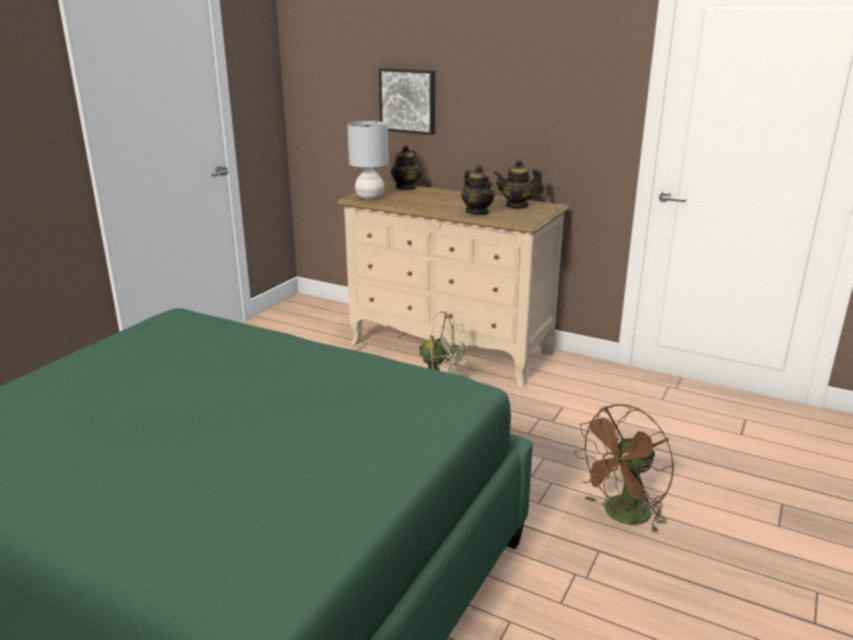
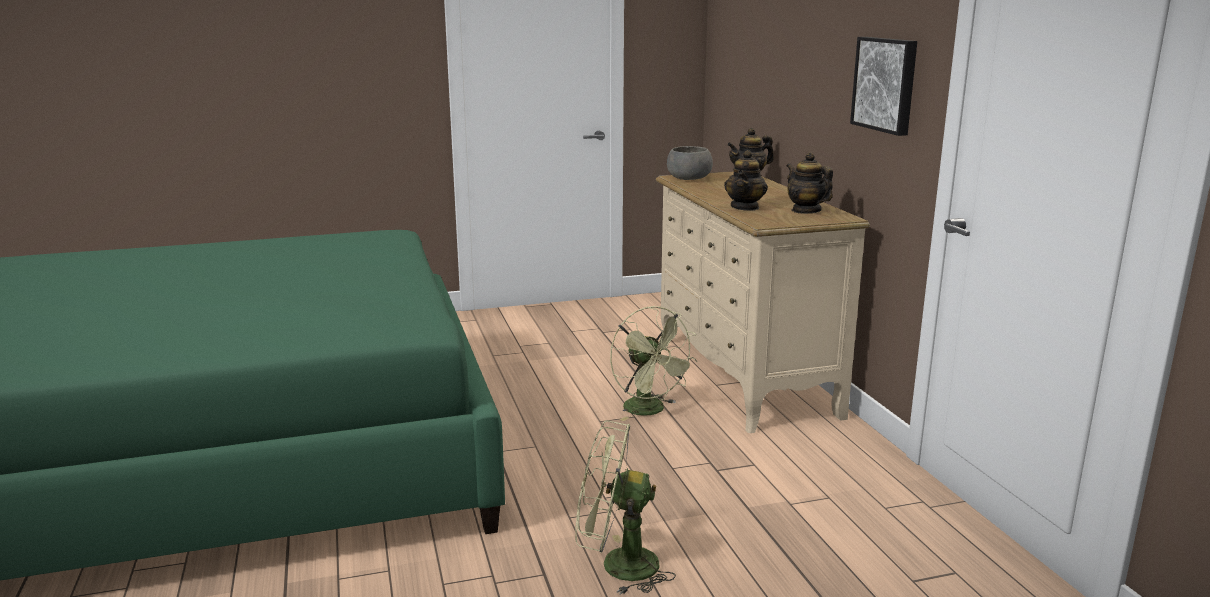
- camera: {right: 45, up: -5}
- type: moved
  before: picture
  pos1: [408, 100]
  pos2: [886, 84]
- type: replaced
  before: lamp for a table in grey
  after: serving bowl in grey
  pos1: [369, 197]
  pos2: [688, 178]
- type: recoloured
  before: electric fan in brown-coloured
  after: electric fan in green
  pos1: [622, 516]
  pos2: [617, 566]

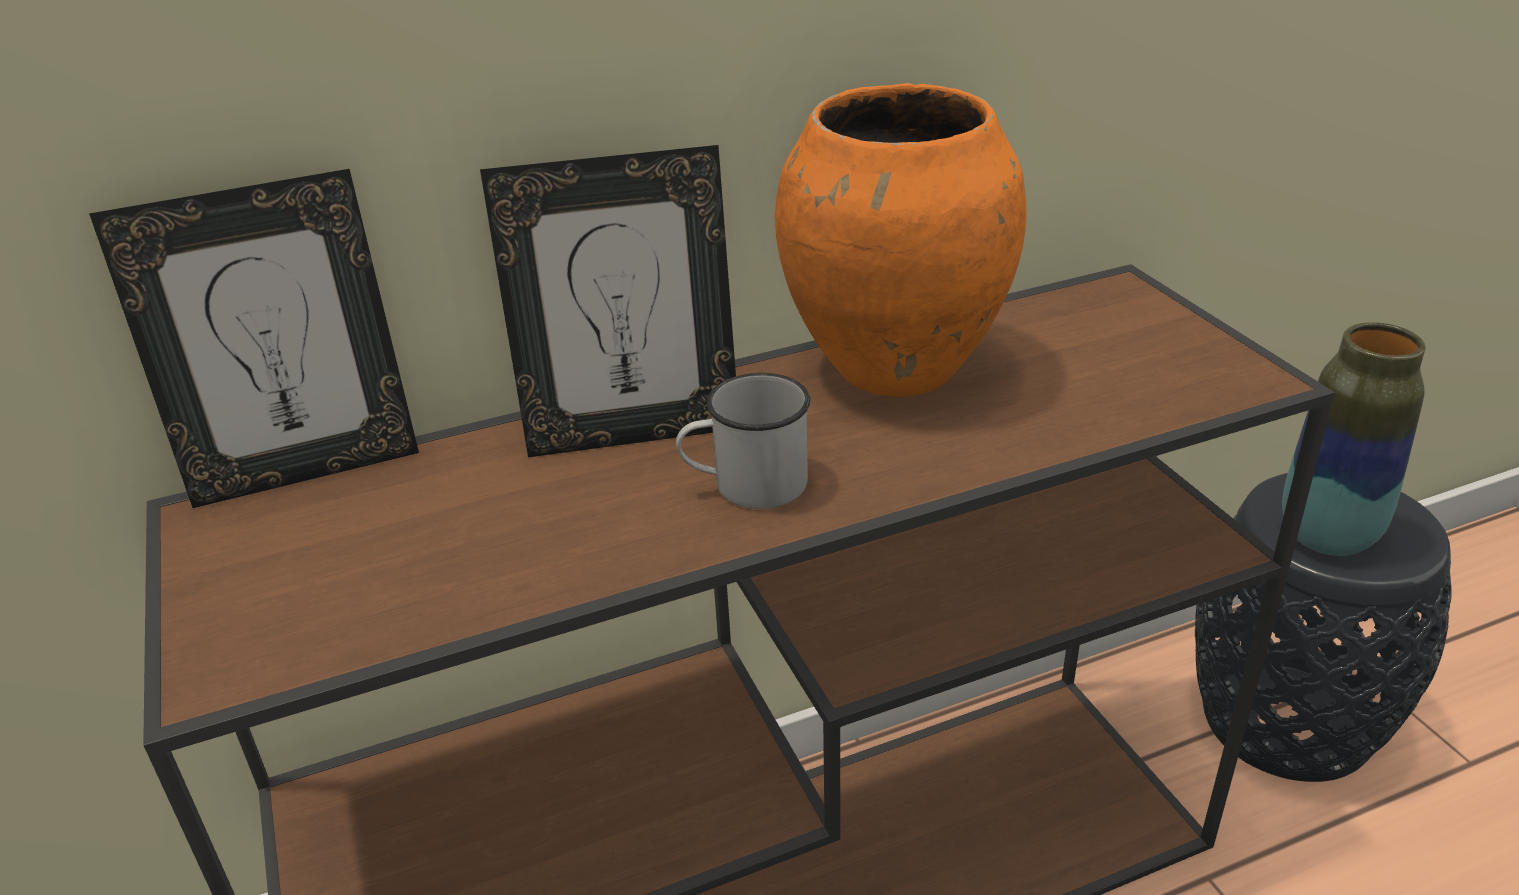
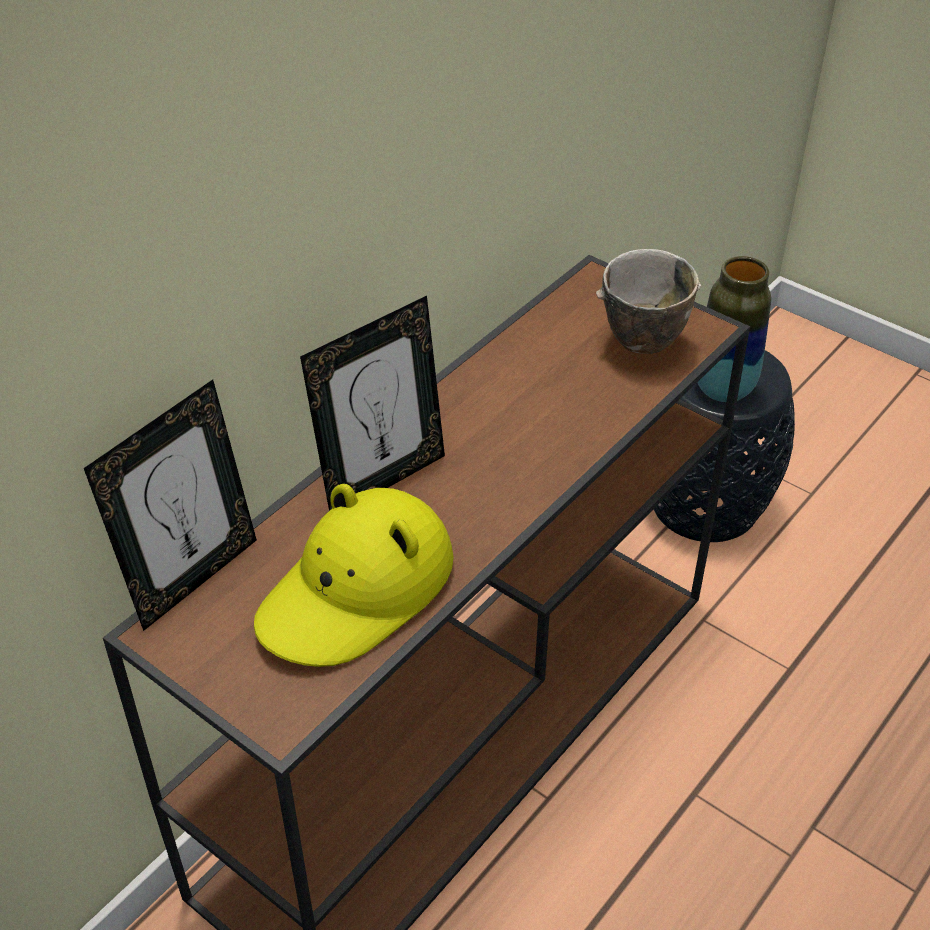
- camera: {right: -30, up: 10}
- type: removed
  before: tea mug in white-coloured
  pos1: [746, 485]
- type: removed
  before: vase in orange-coloured
  pos1: [896, 370]
- type: added
  after: wearable hat in yellow
  pos2: [357, 591]
- type: added
  after: serving bowl
  pos2: [638, 344]

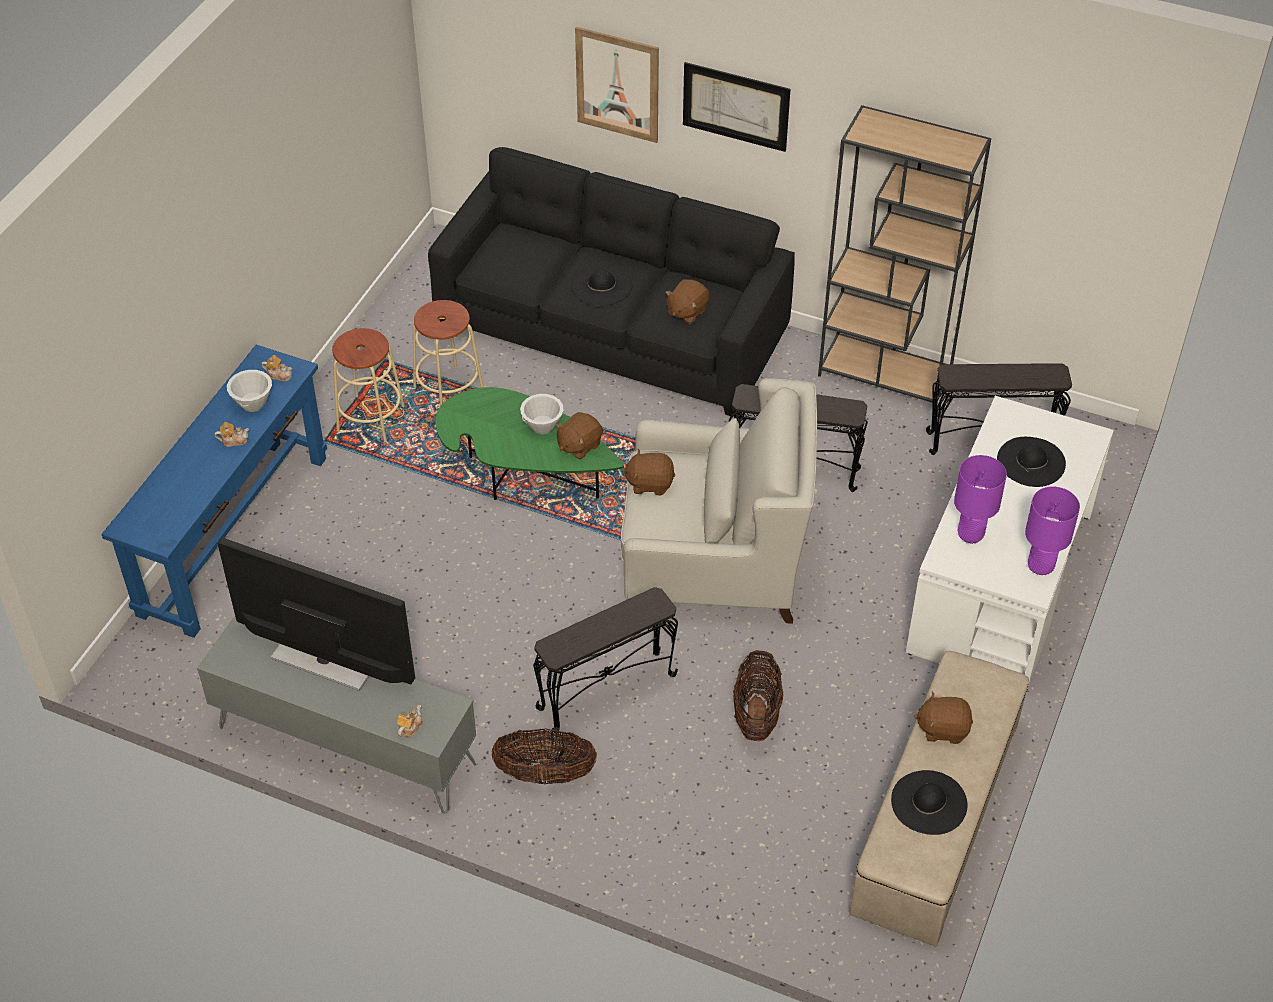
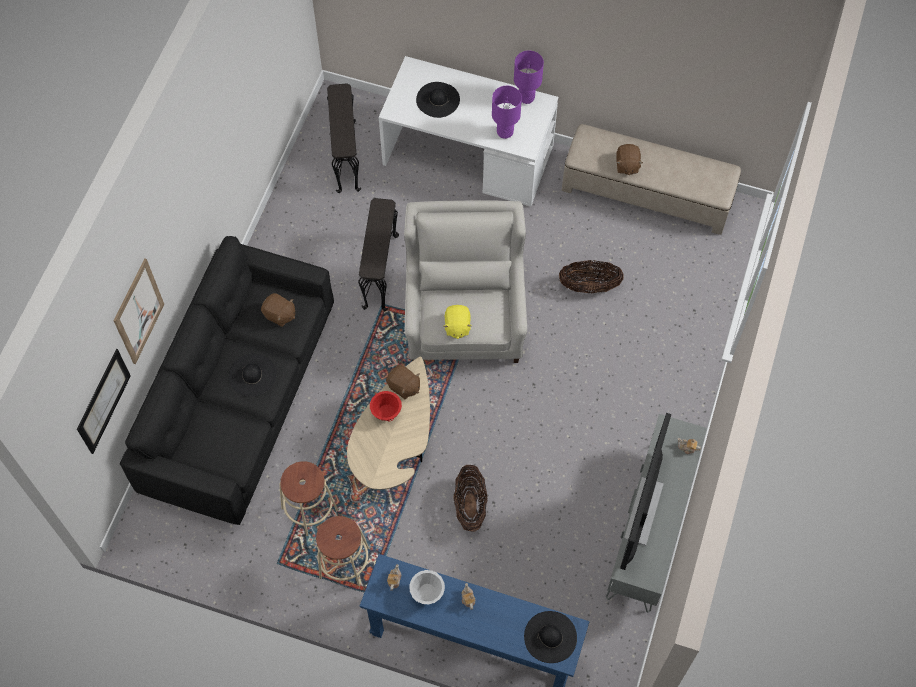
- camera: {right: -95, up: 15}
- type: removed
  before: side table in black-coloured
  pos1: [607, 692]
- type: removed
  before: shelving unit
  pos1: [885, 375]
- type: moved
  before: basket
  pos1: [545, 774]
  pos2: [470, 505]
- type: moved
  before: picture
  pos1: [735, 106]
  pos2: [103, 401]
- type: moved
  before: wearable hat in black-coloured
  pos1: [929, 802]
  pos2: [550, 637]
- type: recoloured
  before: lounge table in green
  after: lounge table in sand-coloured
  pos1: [522, 473]
  pos2: [394, 445]
- type: recoloured
  before: serving bowl in white-coloured
  after: serving bowl in red-coloured
  pos1: [542, 426]
  pos2: [386, 413]
- type: recoloured
  before: cuddly toy in brown-coloured
  after: cuddly toy in yellow
  pos1: [650, 483]
  pos2: [457, 326]

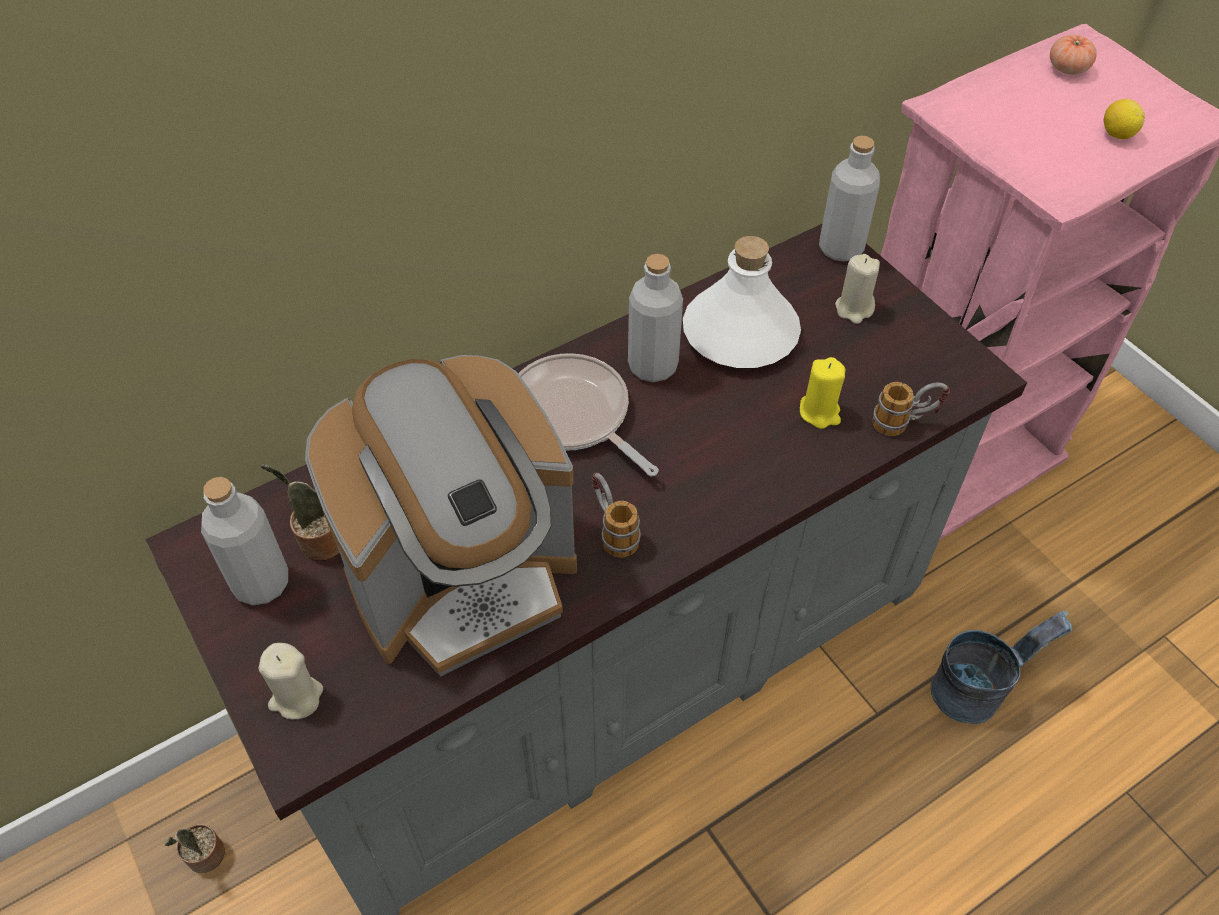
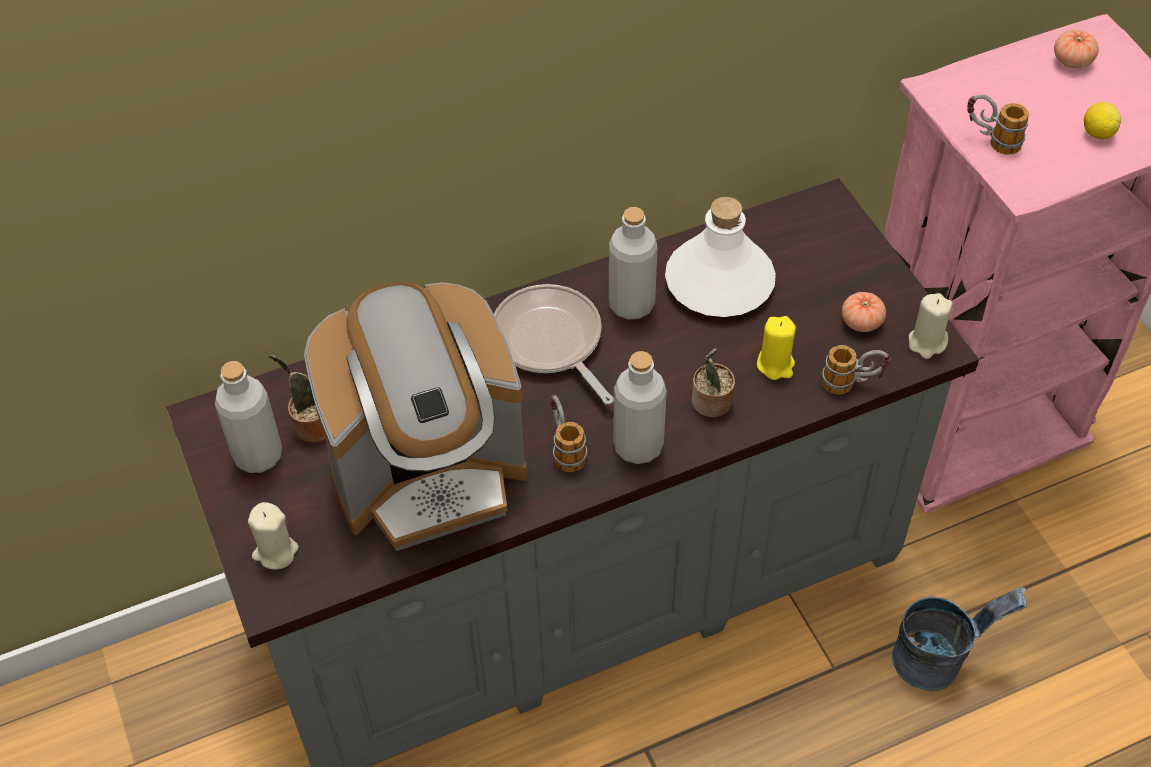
- camera: {right: 10, up: 0}
- type: added
  after: tomato
  pos2: [861, 322]
- type: added
  after: tea mug
  pos2: [991, 140]
- type: moved
  before: houseplant
  pos1: [204, 857]
  pos2: [711, 404]
- type: moved
  before: drink bottle in grey
  pos1: [840, 248]
  pos2: [638, 446]
- type: moved
  before: candle in sand-coloured
  pos1: [854, 308]
  pos2: [927, 343]

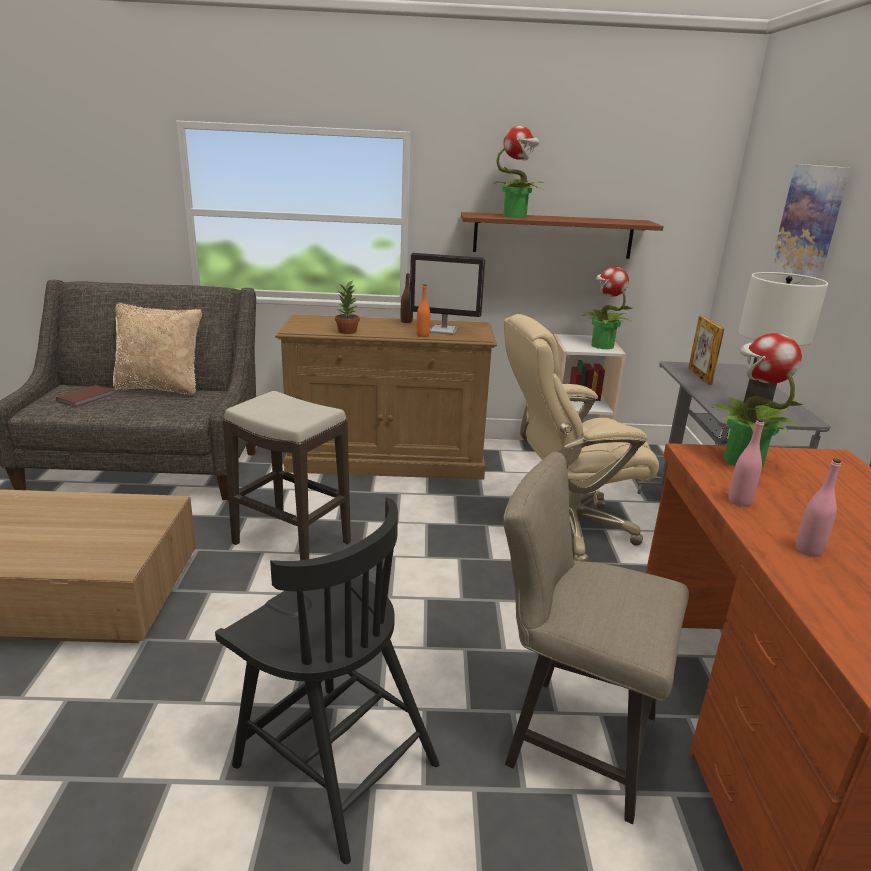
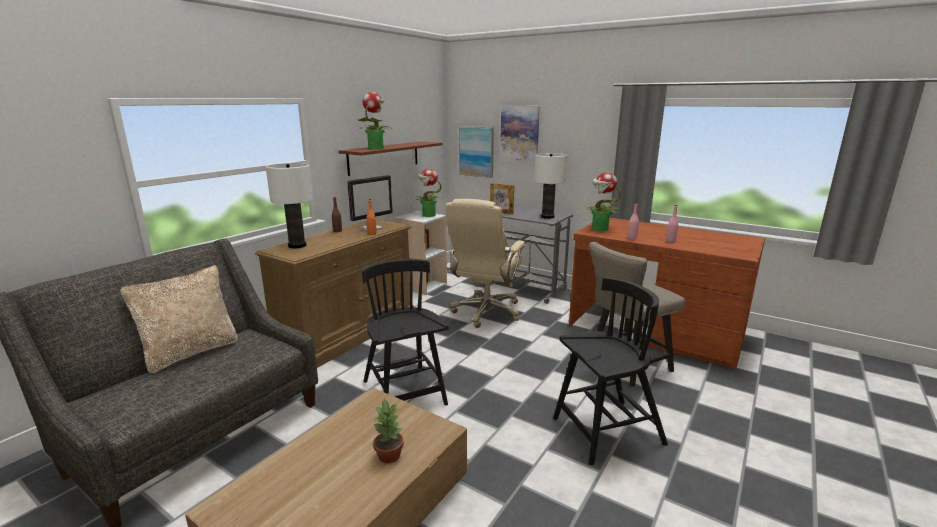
- camera: {right: -55, up: -5}
- type: removed
  before: bound book in brown-coloured
  pos1: [87, 398]
- type: added
  after: lamp for a table in white-coloured
  pos2: [297, 246]
- type: added
  after: picture
  pos2: [476, 151]
- type: moved
  before: houseplant
  pos1: [348, 331]
  pos2: [389, 455]
- type: replaced
  before: stool
  after: plain chair in black-coloured
  pos1: [292, 543]
  pos2: [405, 393]

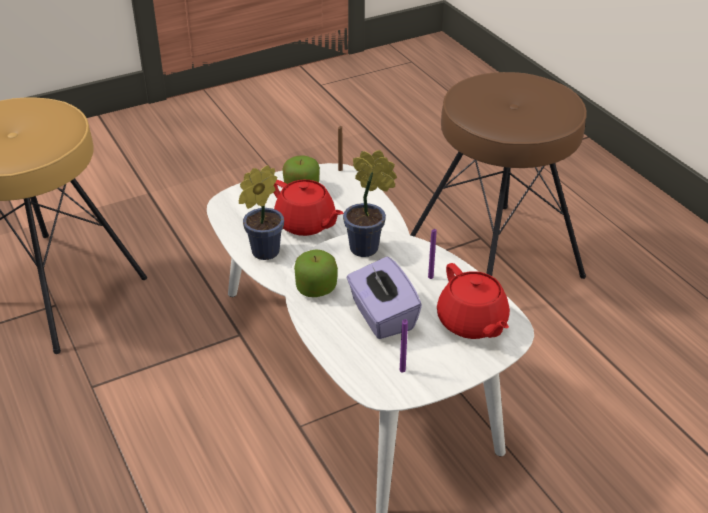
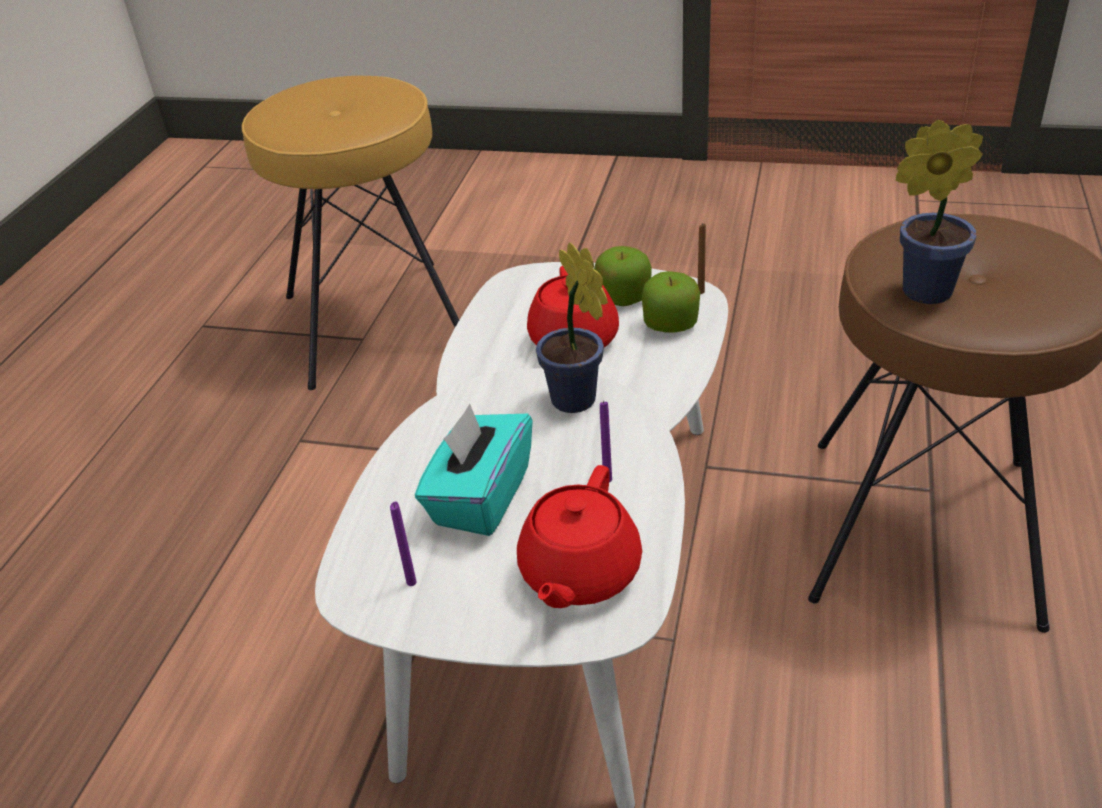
- camera: {right: 45, up: 0}
- type: moved
  before: houseplant
  pos1: [262, 253]
  pos2: [919, 291]
- type: moved
  before: whole apple
  pos1: [316, 288]
  pos2: [670, 324]
- type: recoloured
  before: tissue box in purple-coloured
  after: tissue box in blue-green
  pos1: [381, 316]
  pos2: [480, 497]

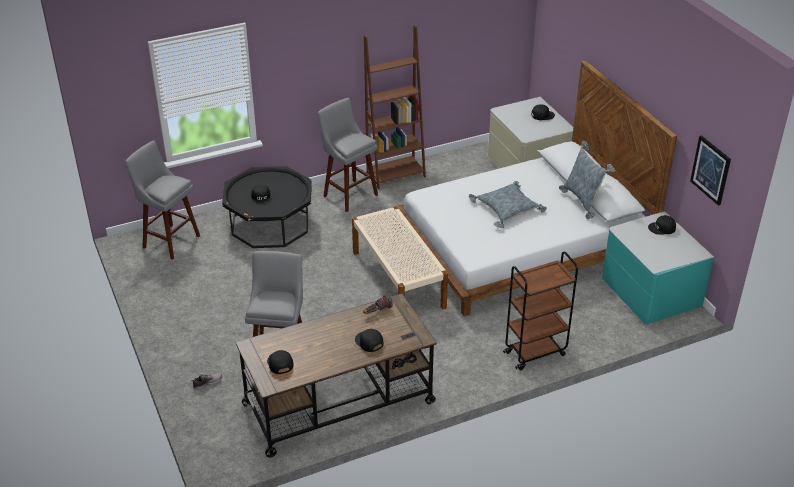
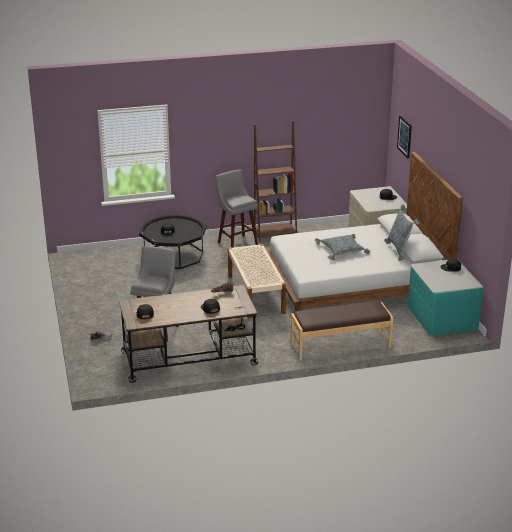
- camera: {right: 10, up: -10}
- type: removed
  before: stool in grey
  pos1: [170, 241]
- type: moved
  before: picture
  pos1: [711, 170]
  pos2: [405, 136]
- type: replaced
  before: cart in brown-coloured
  after: long seat in brown-coloured
  pos1: [535, 355]
  pos2: [340, 345]

